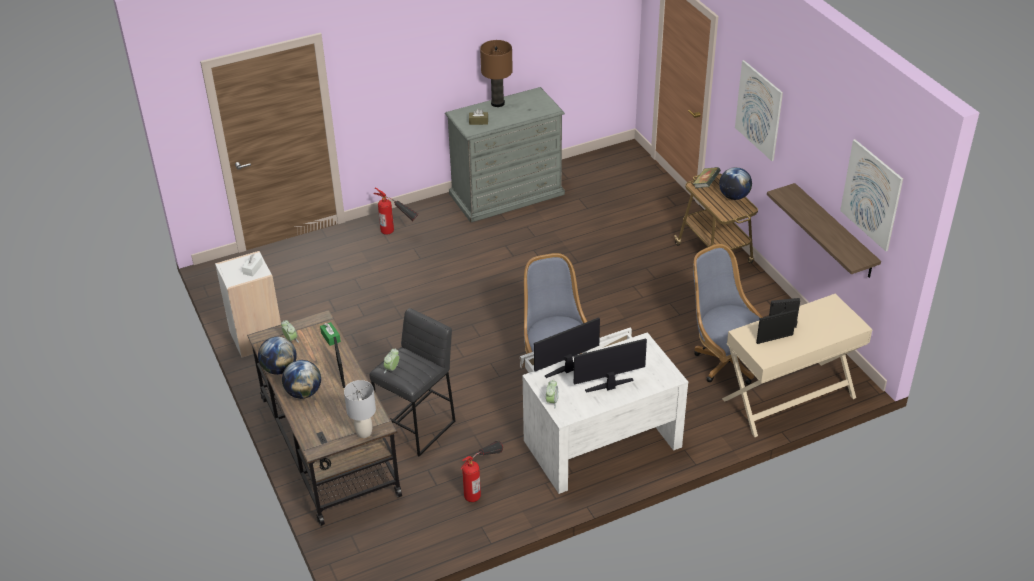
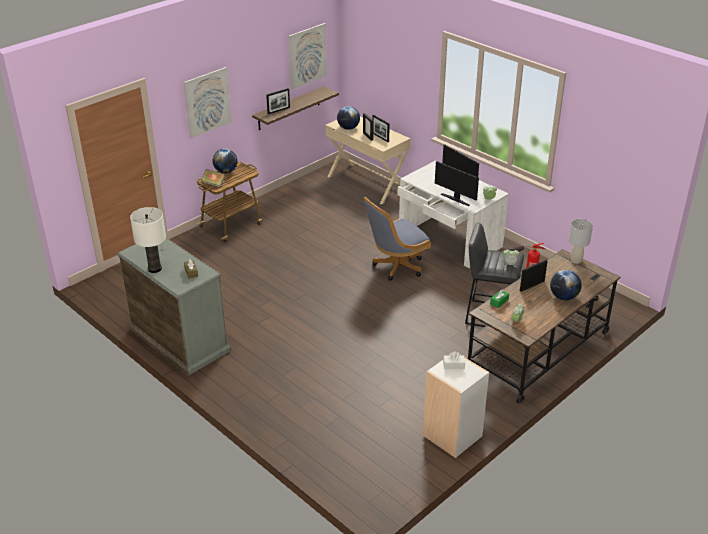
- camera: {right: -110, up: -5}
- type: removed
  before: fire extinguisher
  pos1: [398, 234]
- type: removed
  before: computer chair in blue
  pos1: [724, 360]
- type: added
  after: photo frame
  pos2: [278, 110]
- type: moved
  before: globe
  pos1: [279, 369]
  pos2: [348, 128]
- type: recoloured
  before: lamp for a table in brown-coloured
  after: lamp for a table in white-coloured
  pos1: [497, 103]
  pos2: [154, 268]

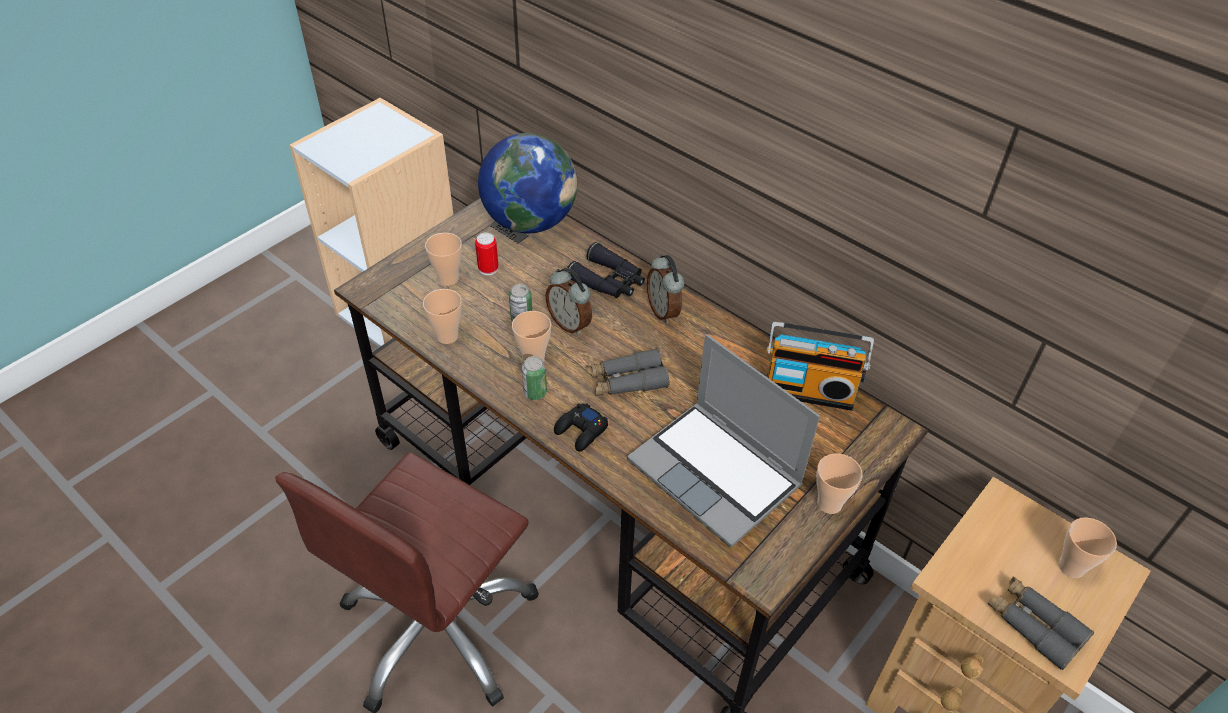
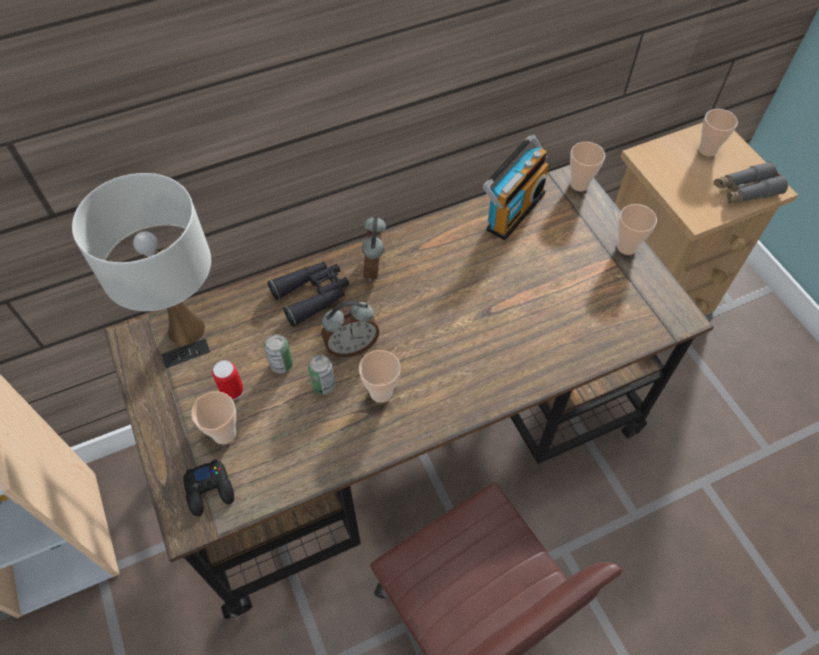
- camera: {right: -65, up: 10}
- type: removed
  before: field glasses in grey
  pos1: [626, 381]
- type: removed
  before: notebook computer
  pos1: [717, 474]
- type: moved
  before: cup
  pos1: [447, 336]
  pos2: [579, 184]
- type: moved
  before: sealed can
  pos1: [535, 392]
  pos2: [281, 364]
- type: moved
  before: gamepad in black-coloured
  pos1: [581, 431]
  pos2: [210, 490]
- type: replaced
  before: globe
  after: lamp for a table in white-coloured
  pos1: [530, 221]
  pos2: [185, 329]
- type: turned
  before: table clock
  pos1: [664, 311]
  pos2: [375, 268]
  turn: 90

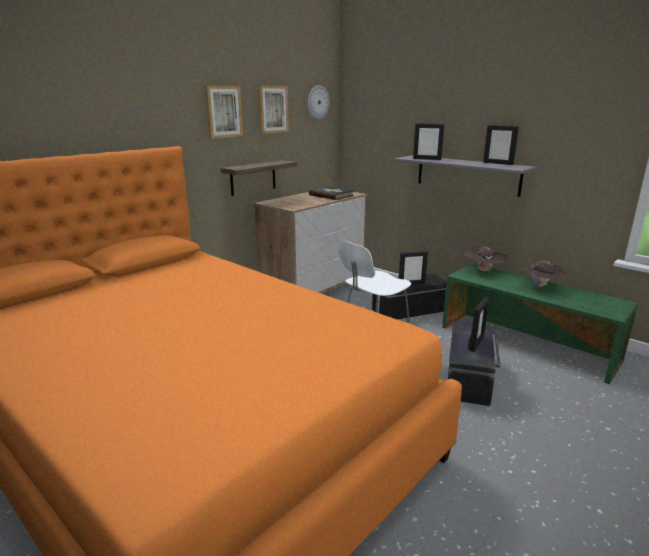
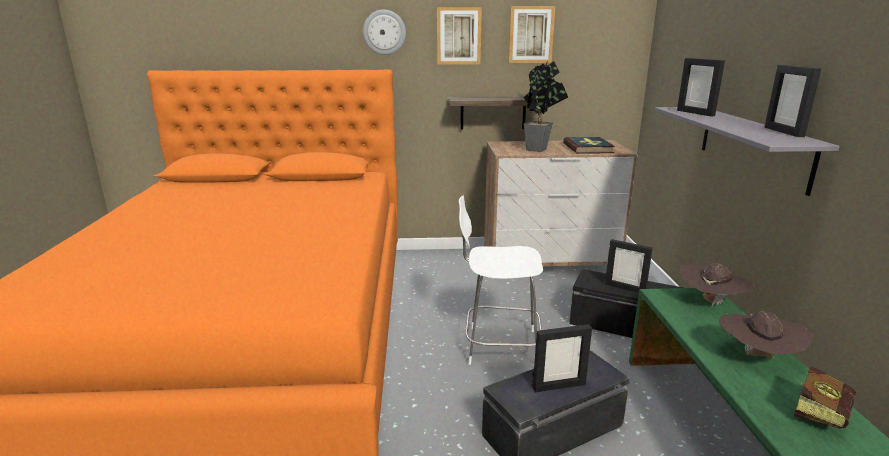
- camera: {right: 45, up: 0}
- type: added
  after: houseplant
  pos2: [539, 149]
- type: added
  after: bound book
  pos2: [821, 411]
- type: moved
  before: clock on the wall
  pos1: [317, 102]
  pos2: [384, 32]

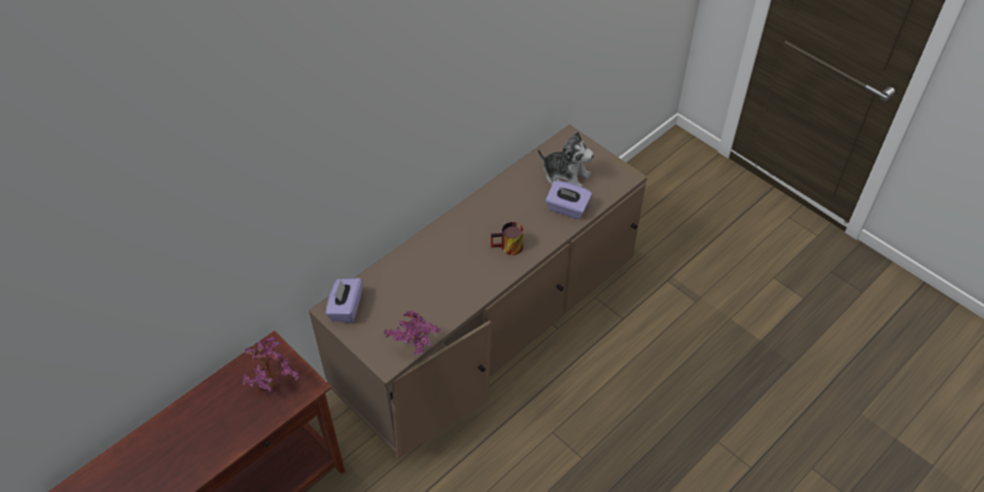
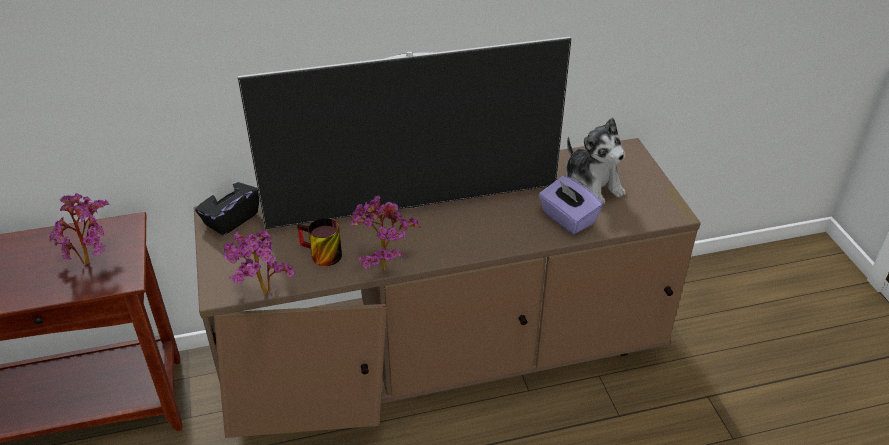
- camera: {right: 30, up: -10}
- type: added
  after: TV set
  pos2: [413, 205]
- type: added
  after: houseplant
  pos2: [382, 265]
- type: moved
  before: tea mug
  pos1: [508, 248]
  pos2: [320, 256]
- type: recoloured
  before: tissue box in purple-coloured
  after: tissue box in black-coloured
  pos1: [346, 308]
  pos2: [231, 219]

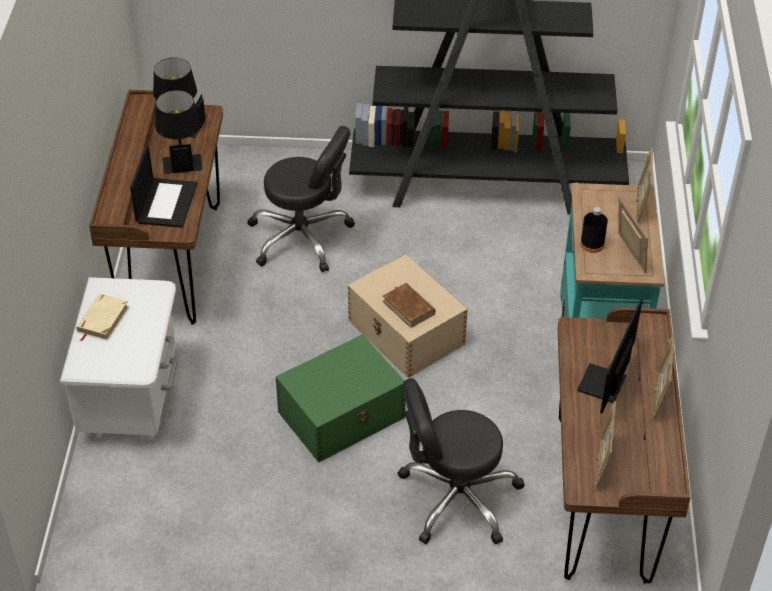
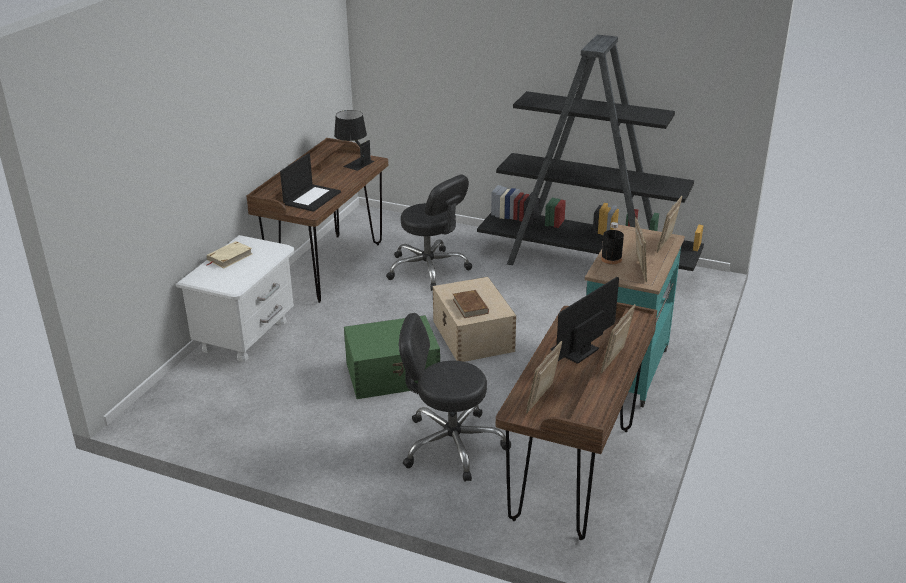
- camera: {right: 20, up: -15}
- type: removed
  before: lamp for a table in black-coloured
  pos1: [181, 158]

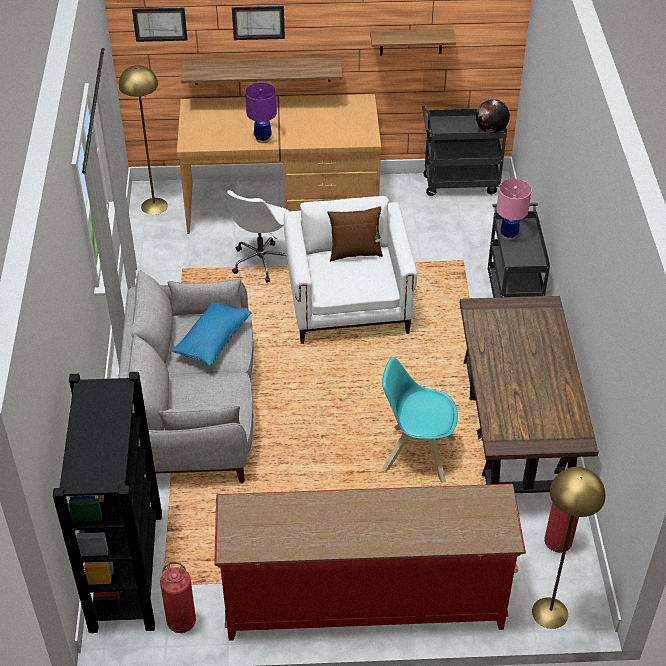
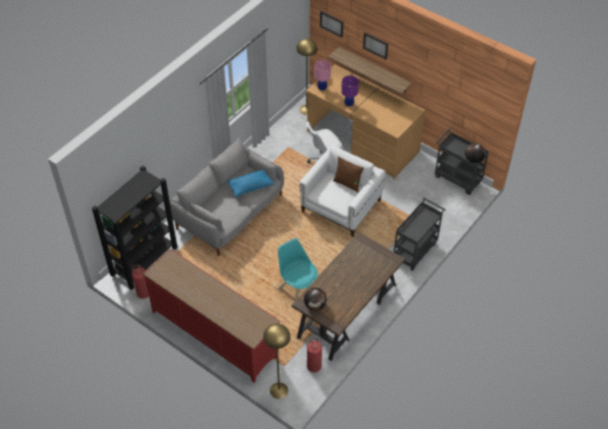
- camera: {right: 40, up: 5}
- type: removed
  before: wall shelf
  pos1: [411, 42]
- type: added
  after: globe
  pos2: [315, 305]
- type: moved
  before: lamp for a table in pink-coloured
  pos1: [509, 235]
  pos2: [322, 88]

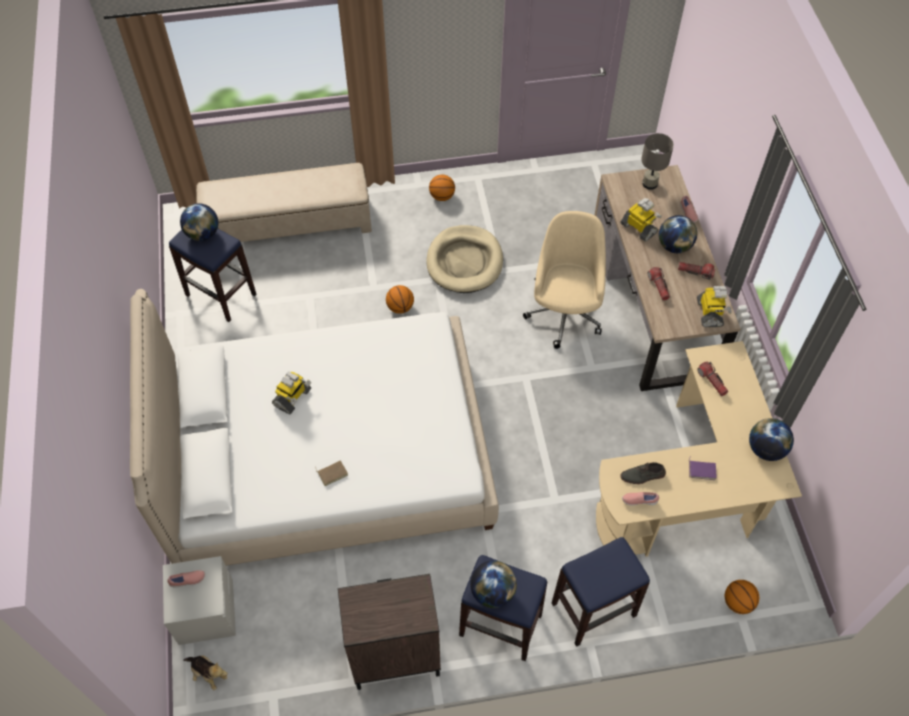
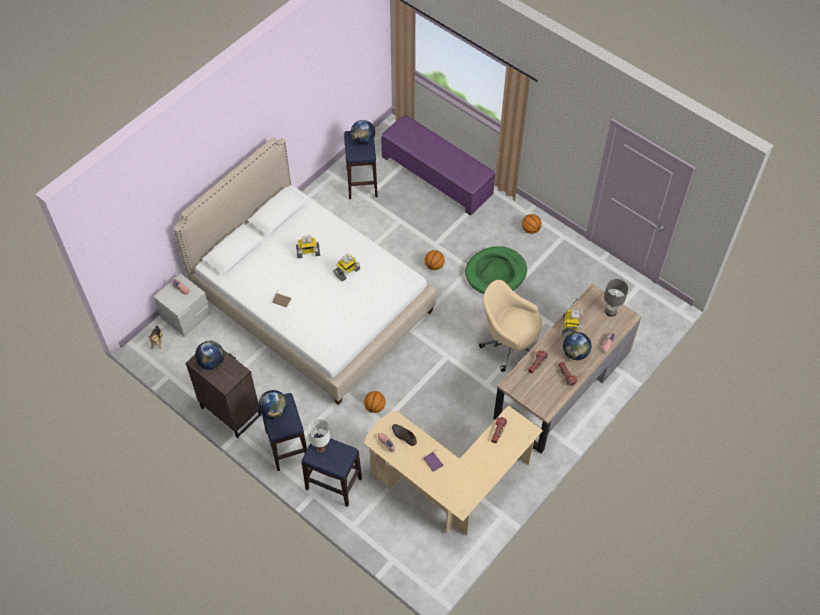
- camera: {right: 50, up: 0}
- type: added
  after: lamp for a table in white-coloured
  pos2: [320, 448]
- type: moved
  before: model robot
  pos1: [710, 313]
  pos2: [347, 272]
- type: moved
  before: ball for basketball
  pos1: [738, 602]
  pos2: [374, 407]
- type: moved
  before: globe
  pos1: [765, 449]
  pos2: [212, 362]
- type: recoloured
  before: long seat in sand-coloured
  after: long seat in purple-coloured
  pos1: [289, 222]
  pos2: [437, 175]
- type: recoloured
  before: dog cushion in sand-coloured
  after: dog cushion in green
  pos1: [464, 262]
  pos2: [496, 273]
- type: turned
  before: computer chair in sand-coloured
  pos1: [564, 314]
  pos2: [509, 346]
  turn: -120

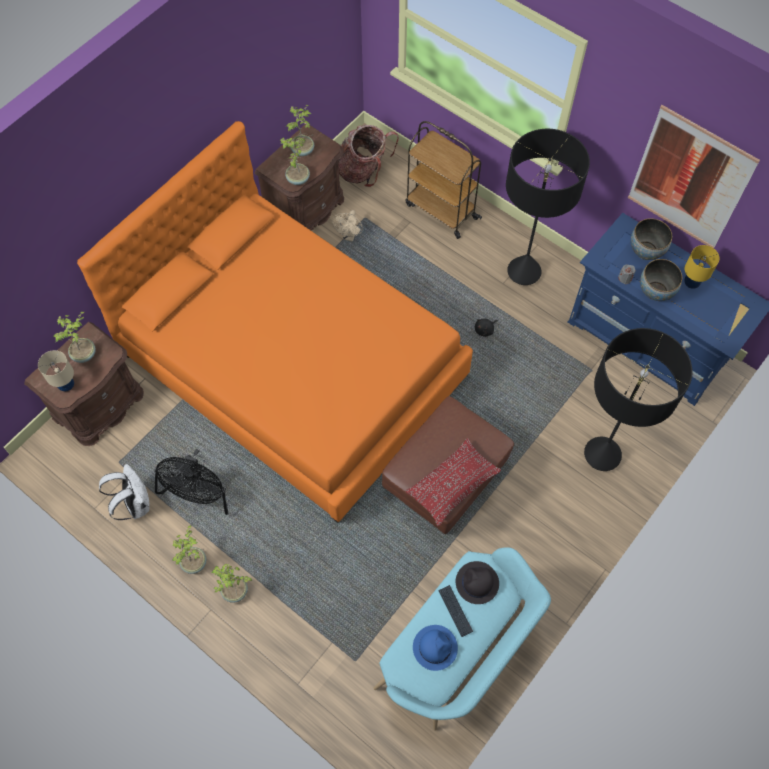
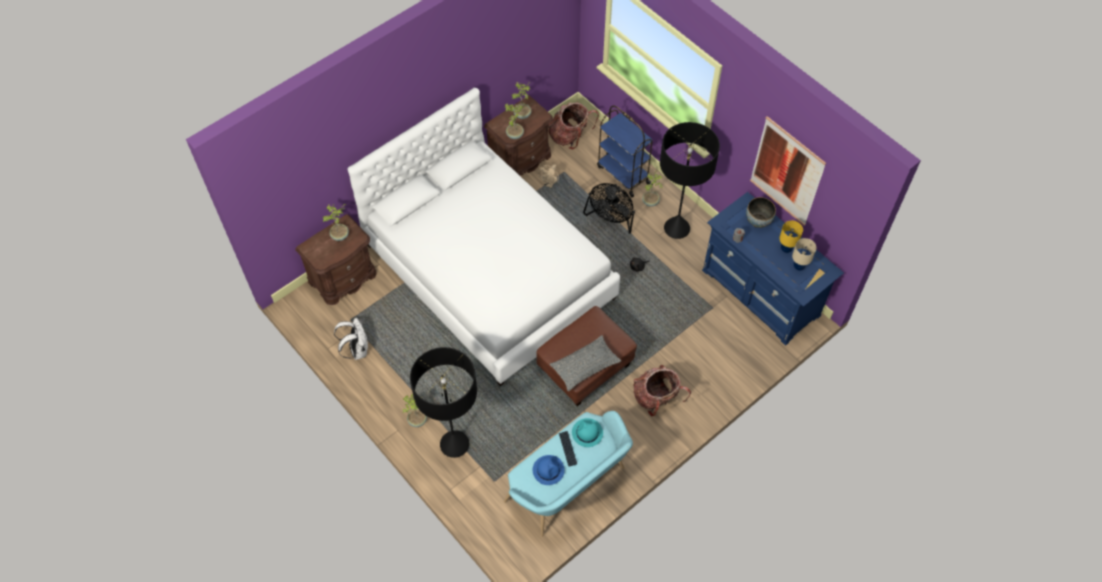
- camera: {right: 10, up: -5}
- type: removed
  before: serving bowl
  pos1: [655, 291]
- type: added
  after: rucksack
  pos2: [656, 398]
- type: moved
  before: lamp for a table in sand-coloured
  pos1: [67, 385]
  pos2: [799, 266]
- type: moved
  before: electric fan in black-coloured
  pos1: [197, 489]
  pos2: [610, 216]
- type: moved
  before: houseplant
  pos1: [195, 562]
  pos2: [651, 202]
- type: moved
  before: standing lamp in black-coloured
  pos1: [601, 455]
  pos2: [454, 445]
- type: recoloured
  before: bedroom bed in orange-coloured
  after: bedroom bed in white-coloured
  pos1: [293, 365]
  pos2: [489, 271]
- type: recoloured
  before: cart in brown-coloured
  after: cart in blue
  pos1: [441, 210]
  pos2: [623, 174]
- type: recoloured
  before: cushion in red-coloured
  after: cushion in grey
  pos1: [452, 485]
  pos2: [585, 366]
- type: recoloured
  before: wearable hat in black-coloured
  after: wearable hat in blue-green
  pos1: [476, 583]
  pos2: [587, 433]

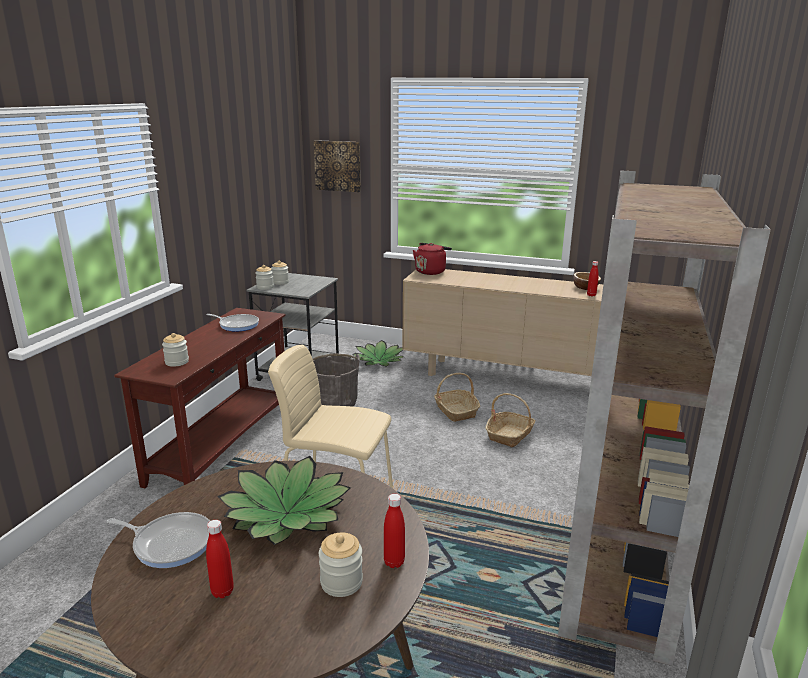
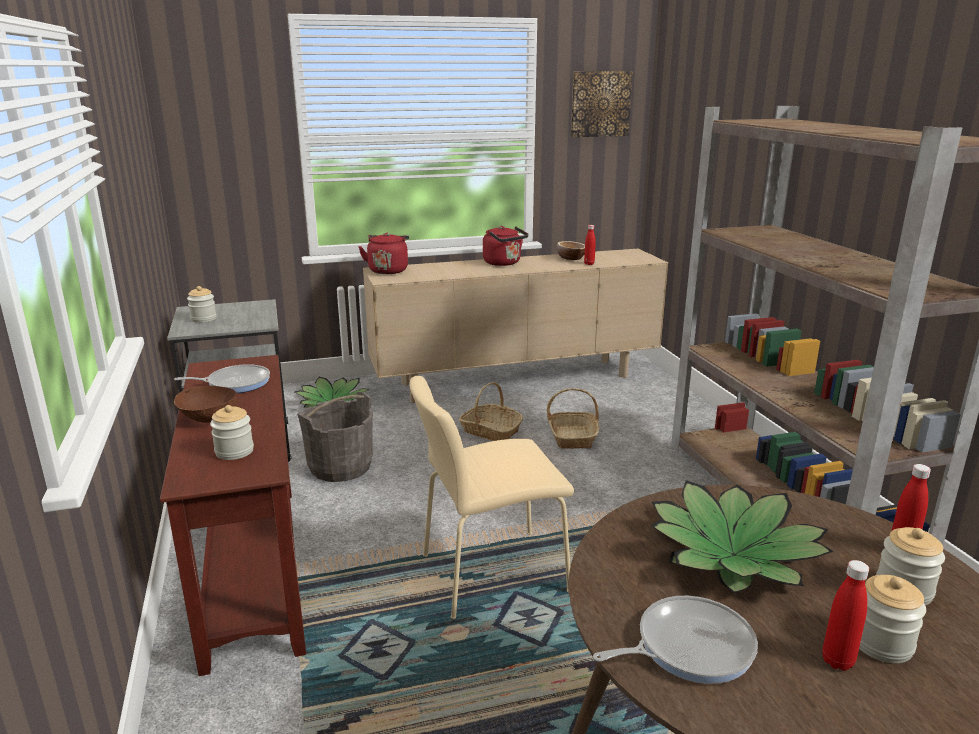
- camera: {right: -35, up: 0}
- type: added
  after: serving bowl in brown-coloured
  pos2: [208, 419]
- type: added
  after: kettle in red-coloured
  pos2: [504, 263]
- type: moved
  before: jar
  pos1: [265, 287]
  pos2: [881, 643]
- type: moved
  before: picture
  pos1: [338, 166]
  pos2: [600, 104]

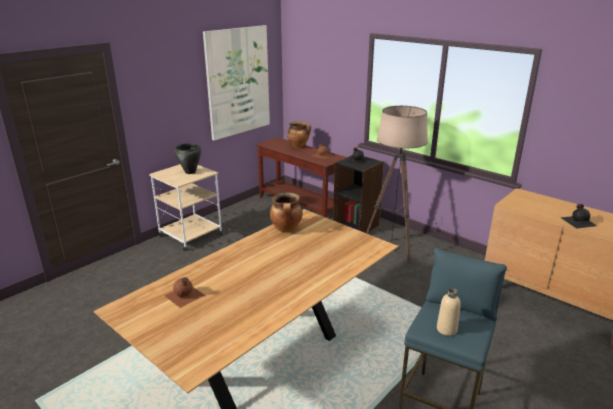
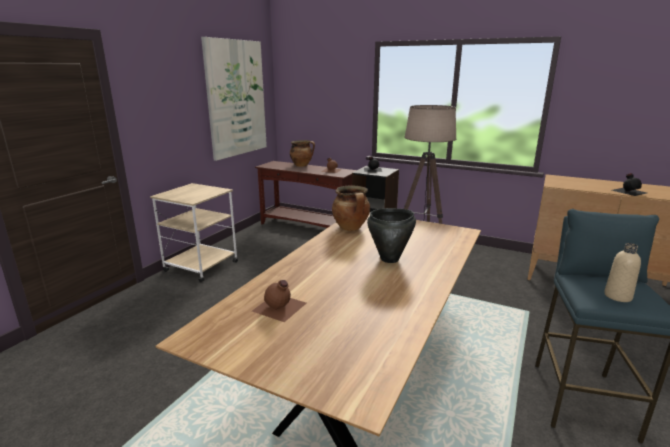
- camera: {right: -15, up: -5}
- type: moved
  before: saucepot in black-coloured
  pos1: [190, 172]
  pos2: [390, 259]

